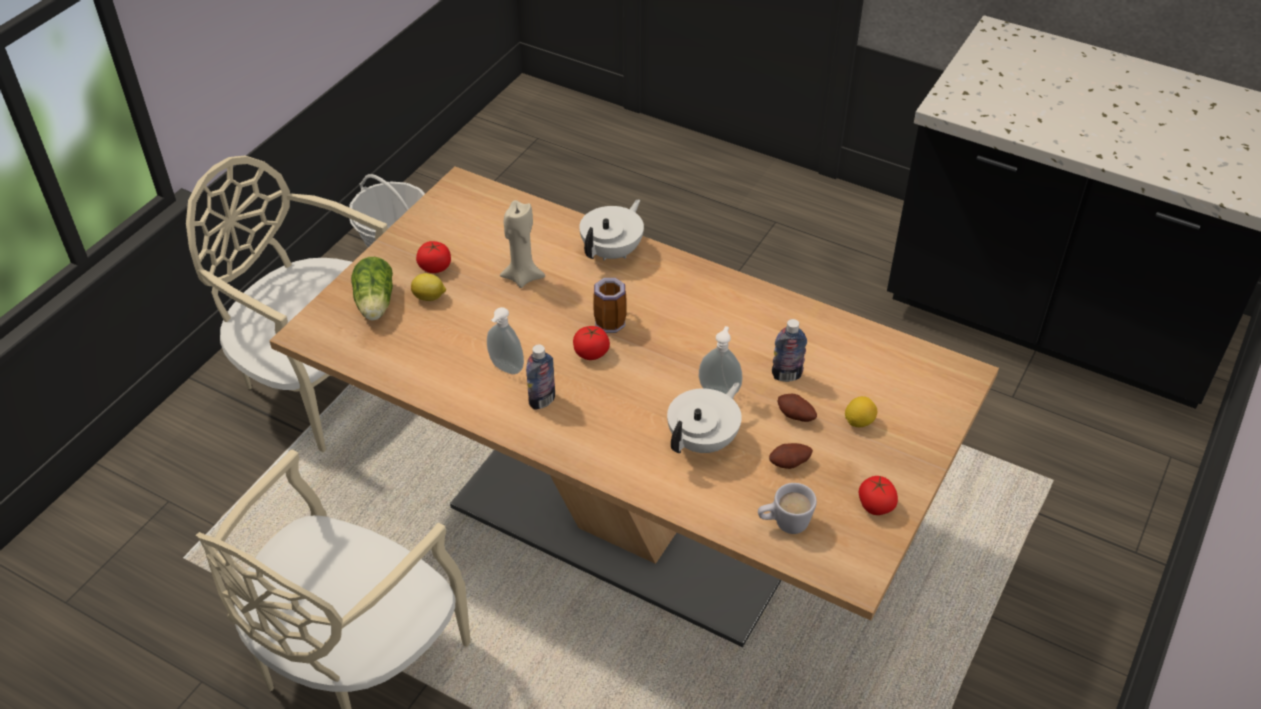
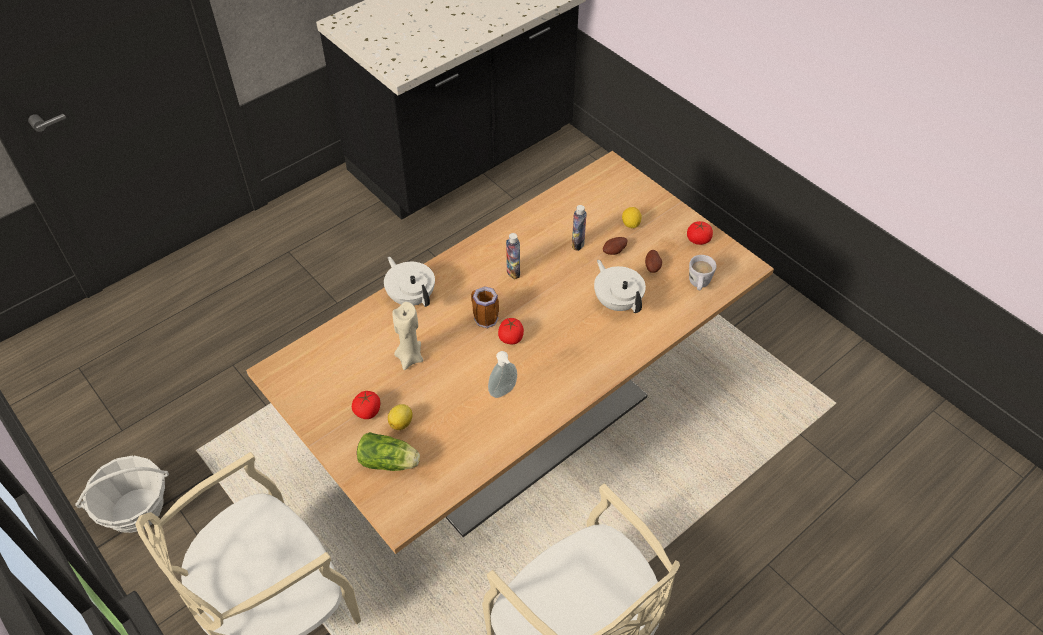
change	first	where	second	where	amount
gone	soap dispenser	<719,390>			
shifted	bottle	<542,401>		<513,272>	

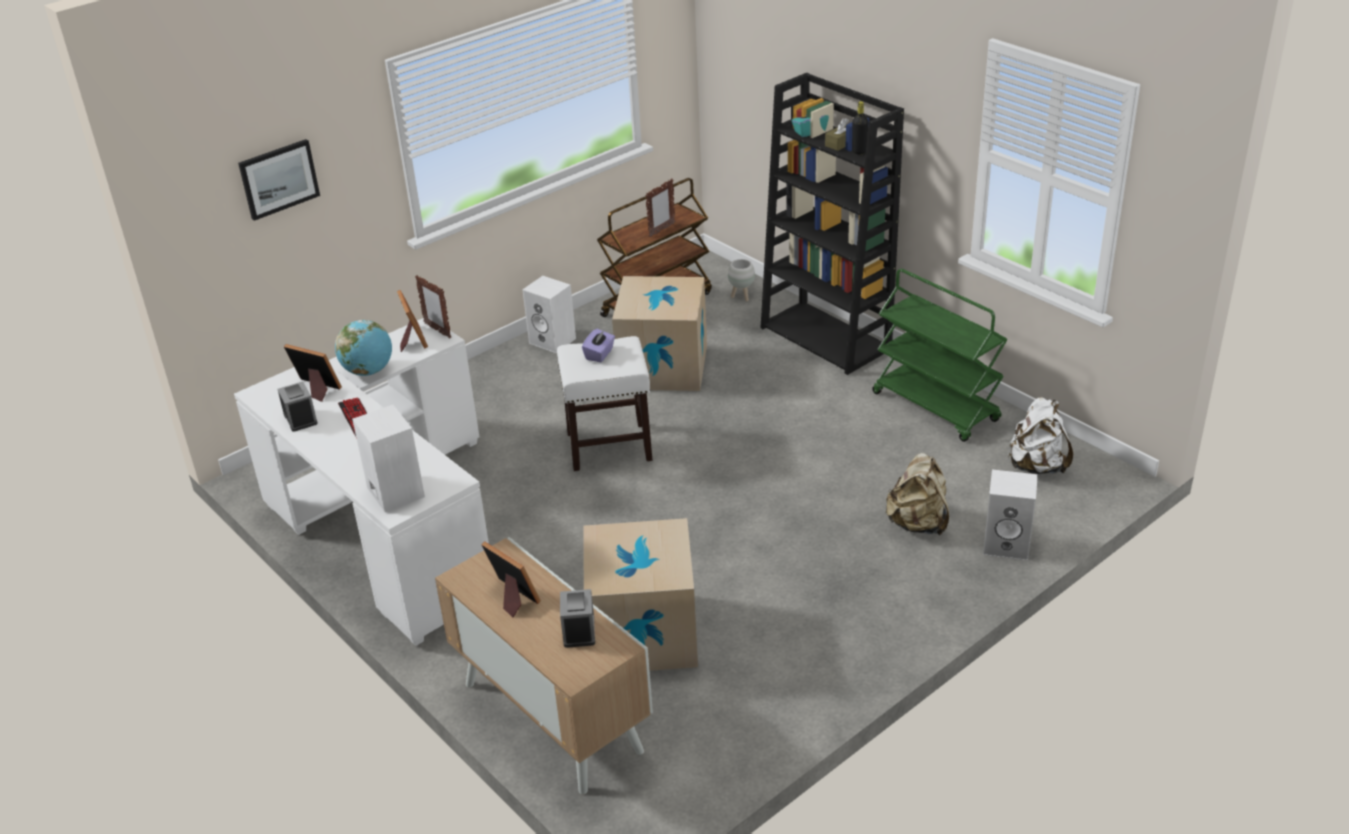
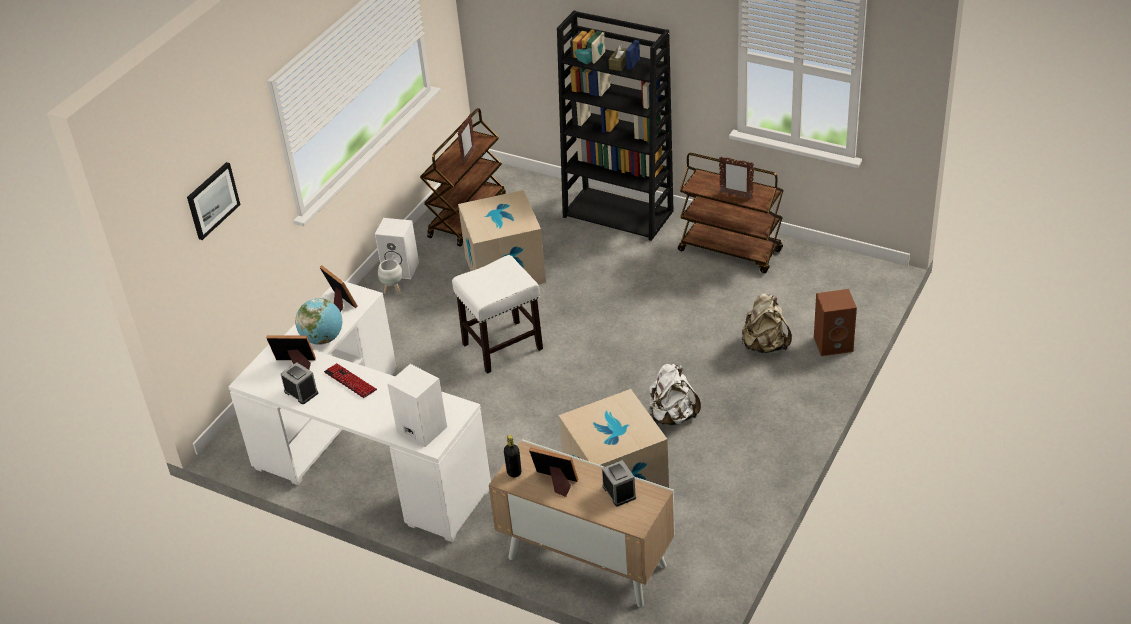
change	first	where	second	where	amount
shifted	bottle (black)	<859,151>		<514,472>	
shifted	planter (white)	<742,297>		<393,291>	
repainted	cart (green)	<936,407>	cart (brown)	<731,250>	
shifted	picture frame	<437,330>		<736,195>	
gone	tissue box (purple)	<599,354>			
shifted	backpack (white)	<1036,466>		<672,416>	
repainted	speaker (white)	<1008,544>	speaker (brown)	<834,343>	

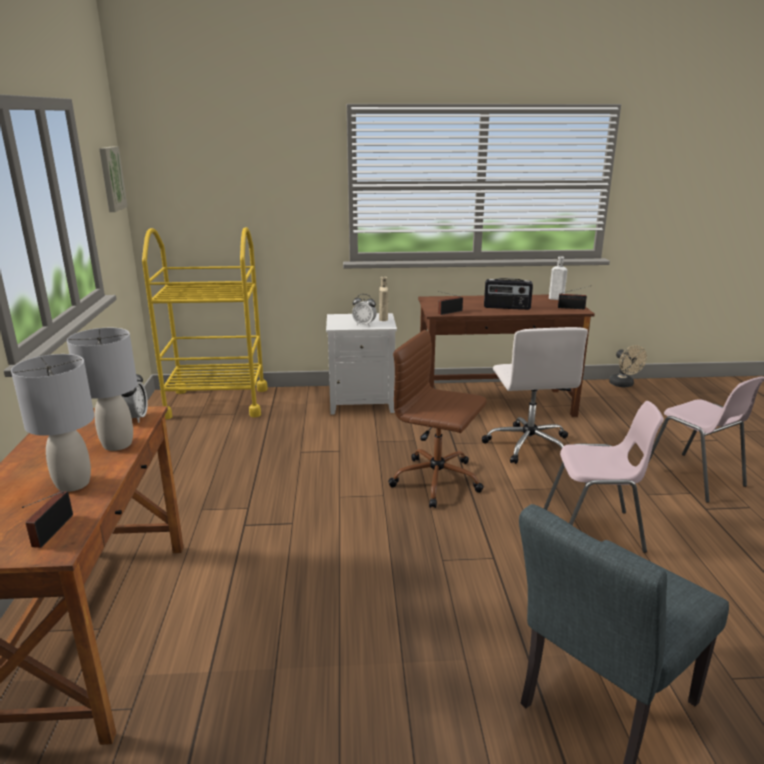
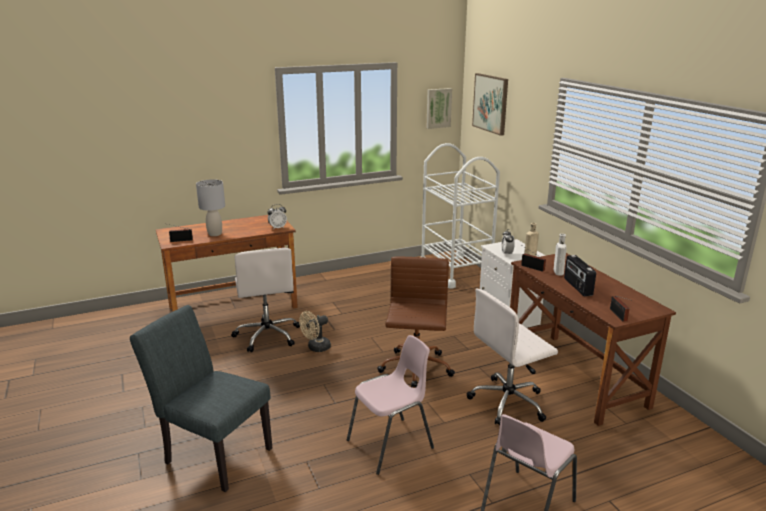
change	first	where	second	where	amount
repainted	cart (yellow)	<216,403>	cart (white)	<455,271>	
shifted	bottle (white)	<555,298>		<558,272>	
gone	table lamp (grey)	<117,444>			
shifted	fan (beige)	<624,385>		<316,348>	
rotated	chair (pink)	<594,531>		<391,445>	105 degrees counterclockwise
new			picture	<491,103>	
new			office chair (white)	<267,335>	

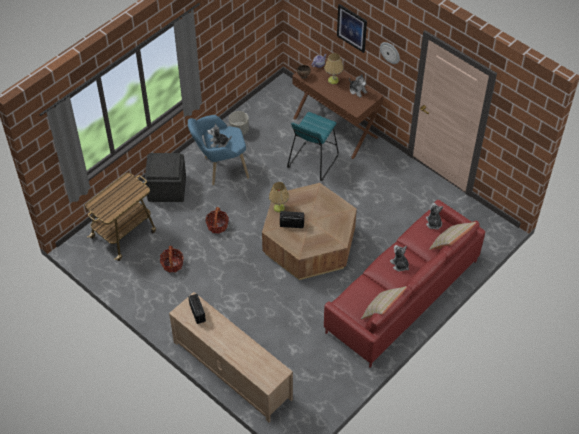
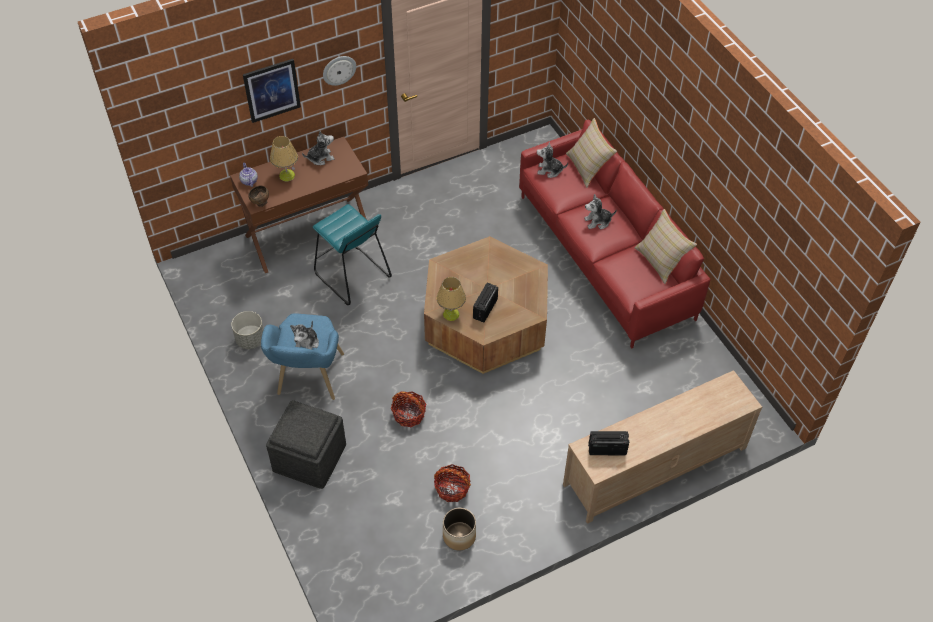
change	first	where	second	where	amount
gone	cart	<124,234>			
new			planter	<459,536>	

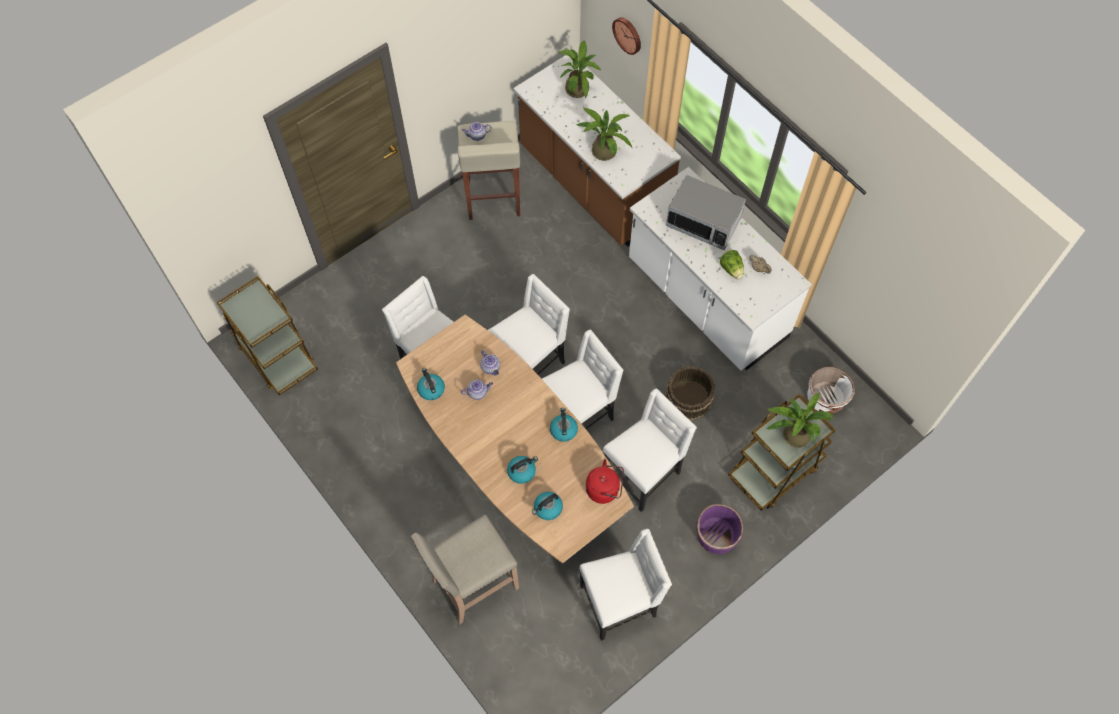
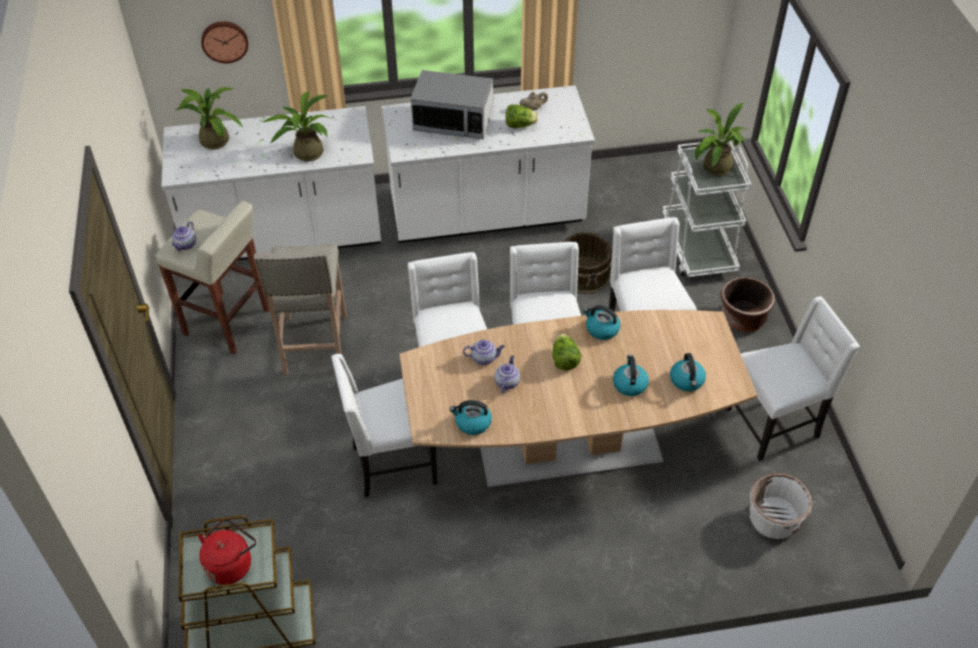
change	first	where	second	where	amount
repainted	counter (brown)	<592,183>	counter (white)	<285,237>	
rotated	microwave	<703,223>		<453,122>	45 degrees clockwise
shifted	planter (white)	<825,398>		<773,520>	
repainted	cart (brown)	<774,470>	cart (white)	<698,248>	
shifted	kettle (red)	<605,489>		<231,564>	
repainted	planter (purple)	<716,536>	planter (brown)	<742,318>	
shifted	stool (beige)	<473,584>		<314,346>	
rotated	chair (white)	<620,601>		<774,424>	60 degrees clockwise
new			lettuce	<564,360>	

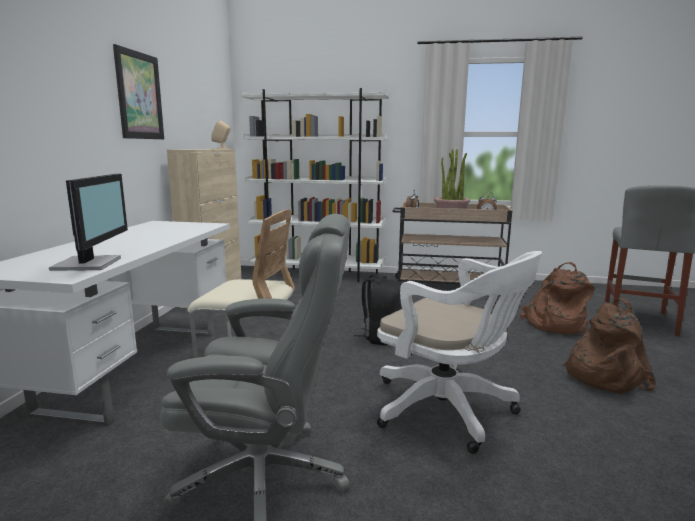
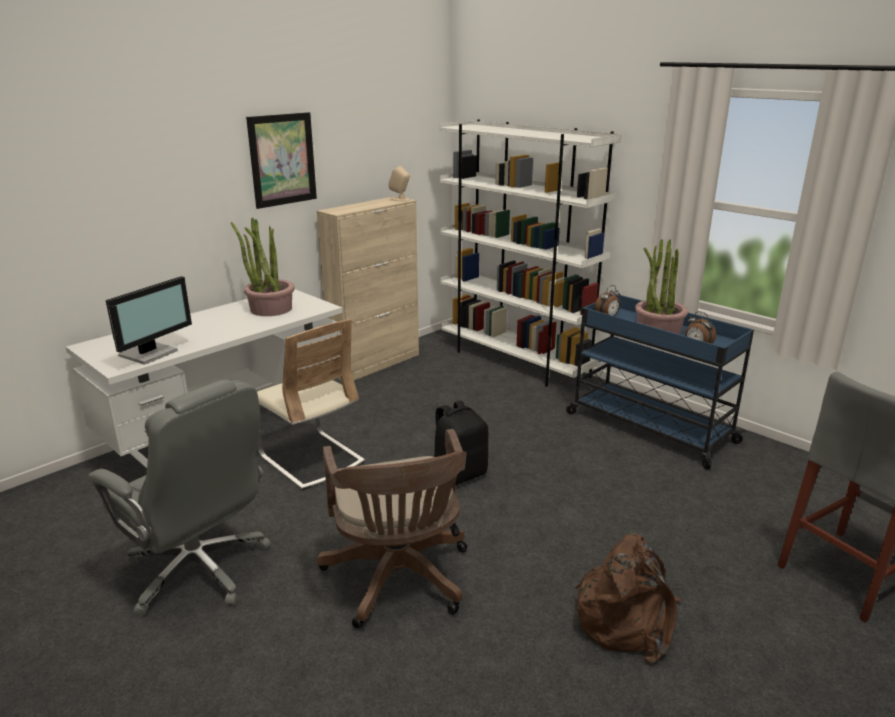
change	first	where	second	where	amount
repainted	cart (beige)	<447,287>	cart (blue)	<648,427>	
repainted	office chair (white)	<449,411>	office chair (brown)	<399,581>	
gone	backpack (brown)	<554,324>			
new			potted plant	<270,309>	

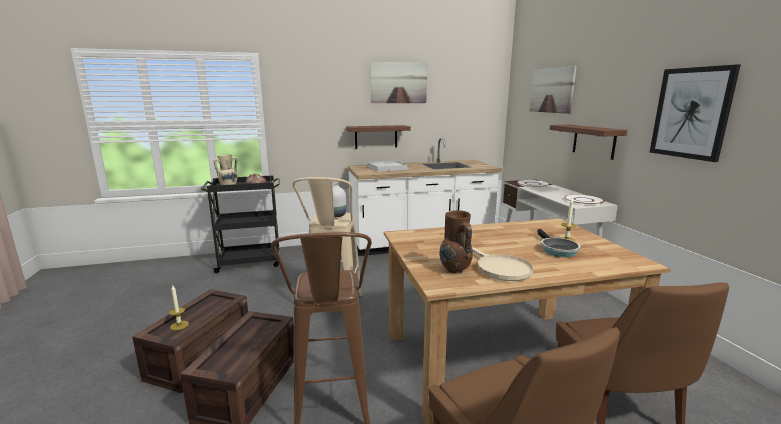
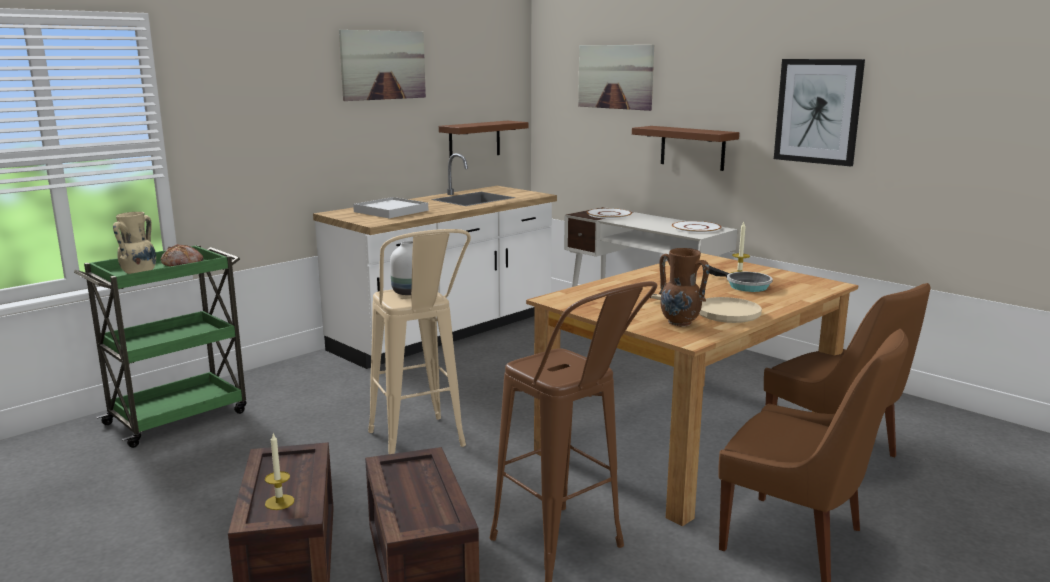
change	first	where	second	where	amount
shifted	shelf (brown)	<376,137>		<474,140>	
repainted	cart (black)	<251,262>	cart (green)	<179,417>	

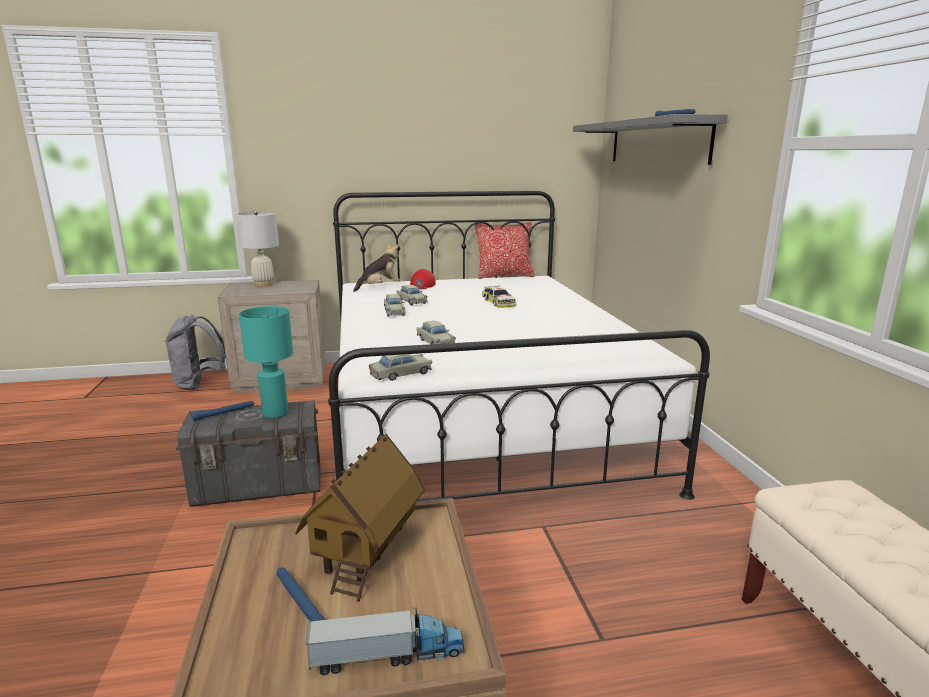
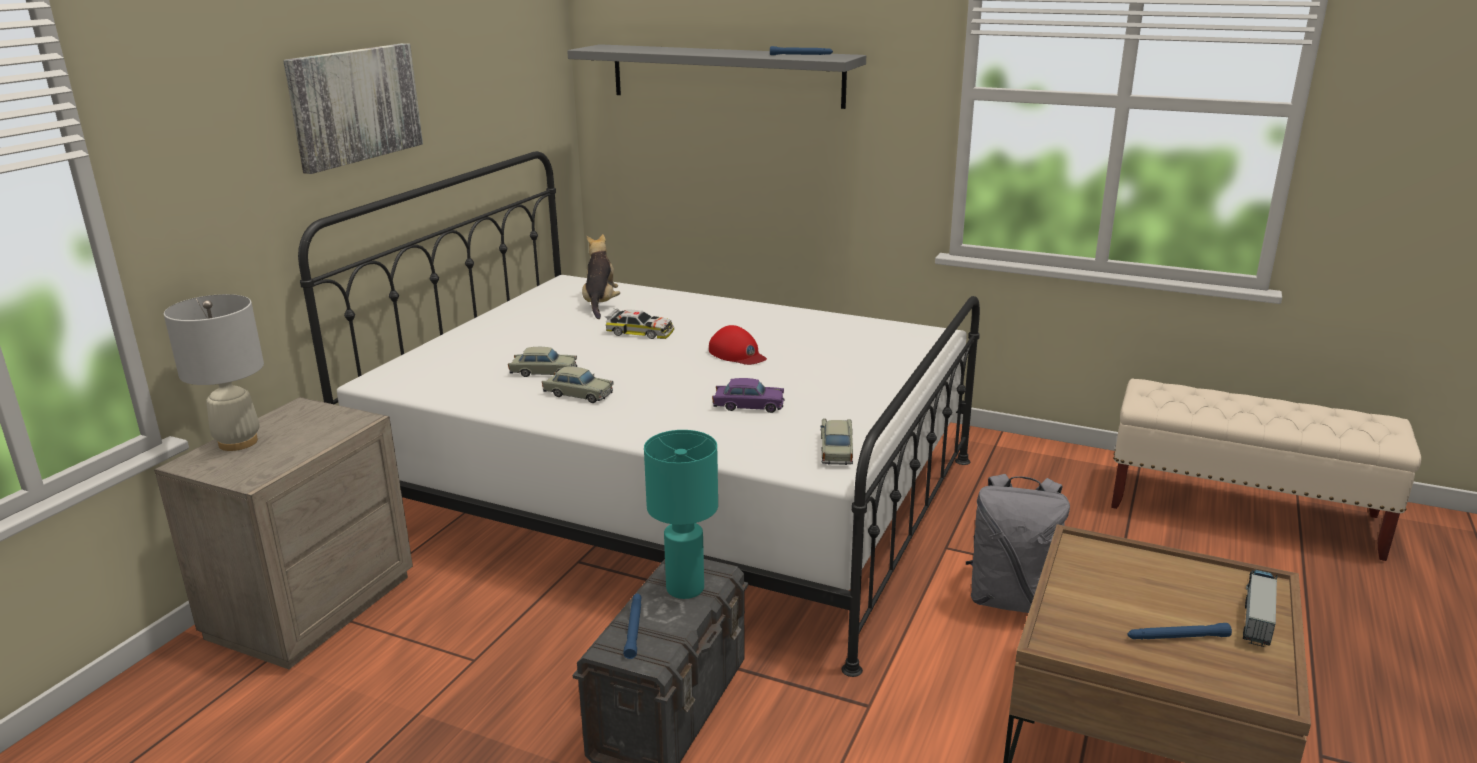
change	first	where	second	where	amount
gone	pillow	<504,276>			
shifted	plush toy	<379,287>		<600,304>	
shifted	cap (red)	<422,285>		<737,354>	
shifted	backpack (grey)	<199,384>		<1012,599>	
repainted	toy car (beige)	<435,342>	toy car (purple)	<748,406>	
gone	toy house	<366,551>			
new			picture	<354,105>	

